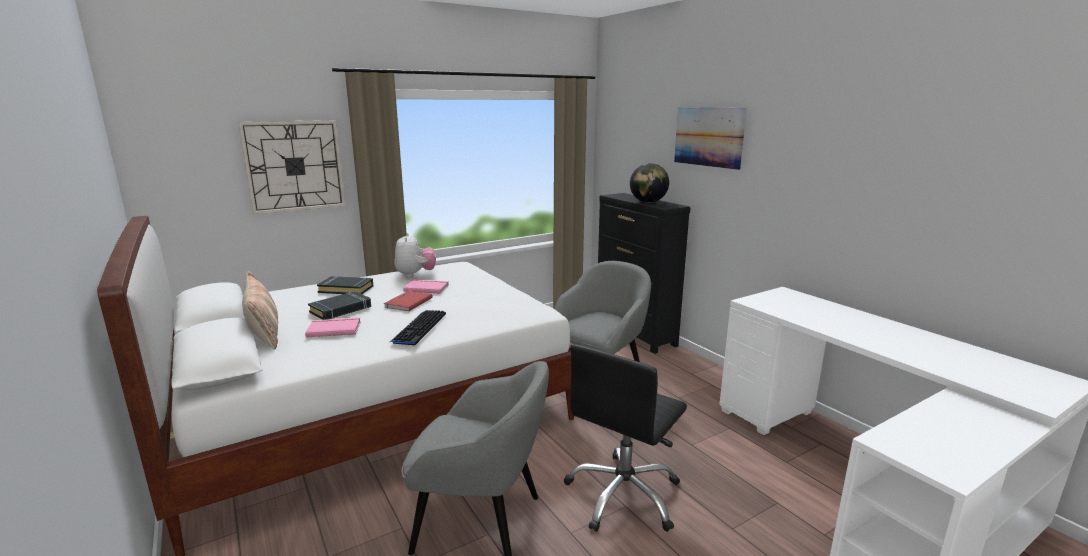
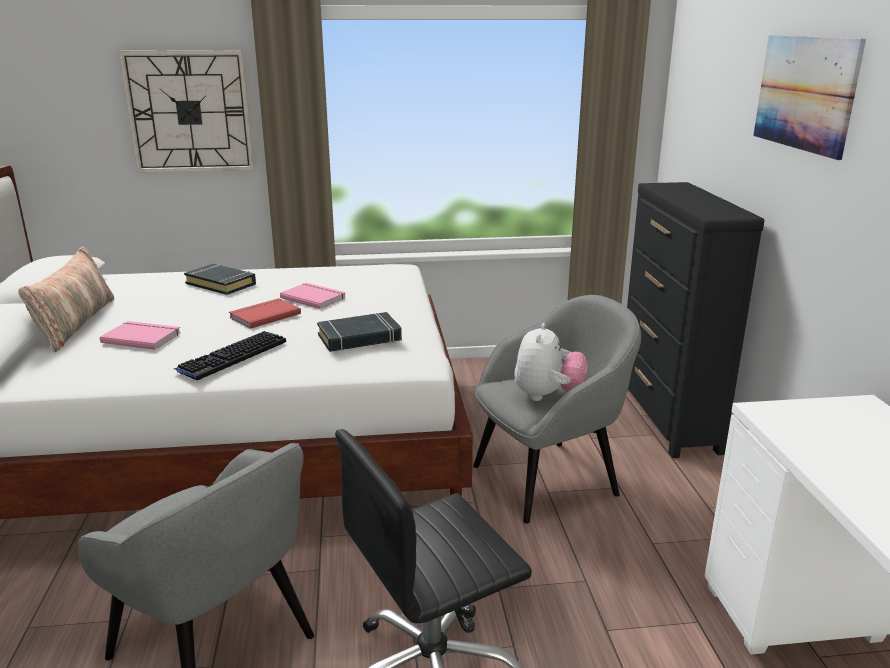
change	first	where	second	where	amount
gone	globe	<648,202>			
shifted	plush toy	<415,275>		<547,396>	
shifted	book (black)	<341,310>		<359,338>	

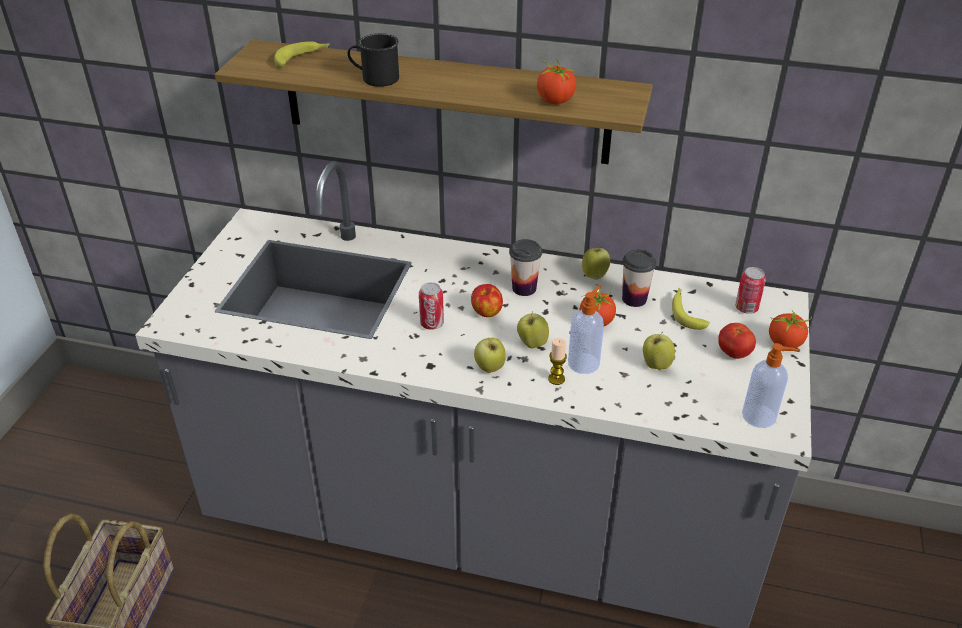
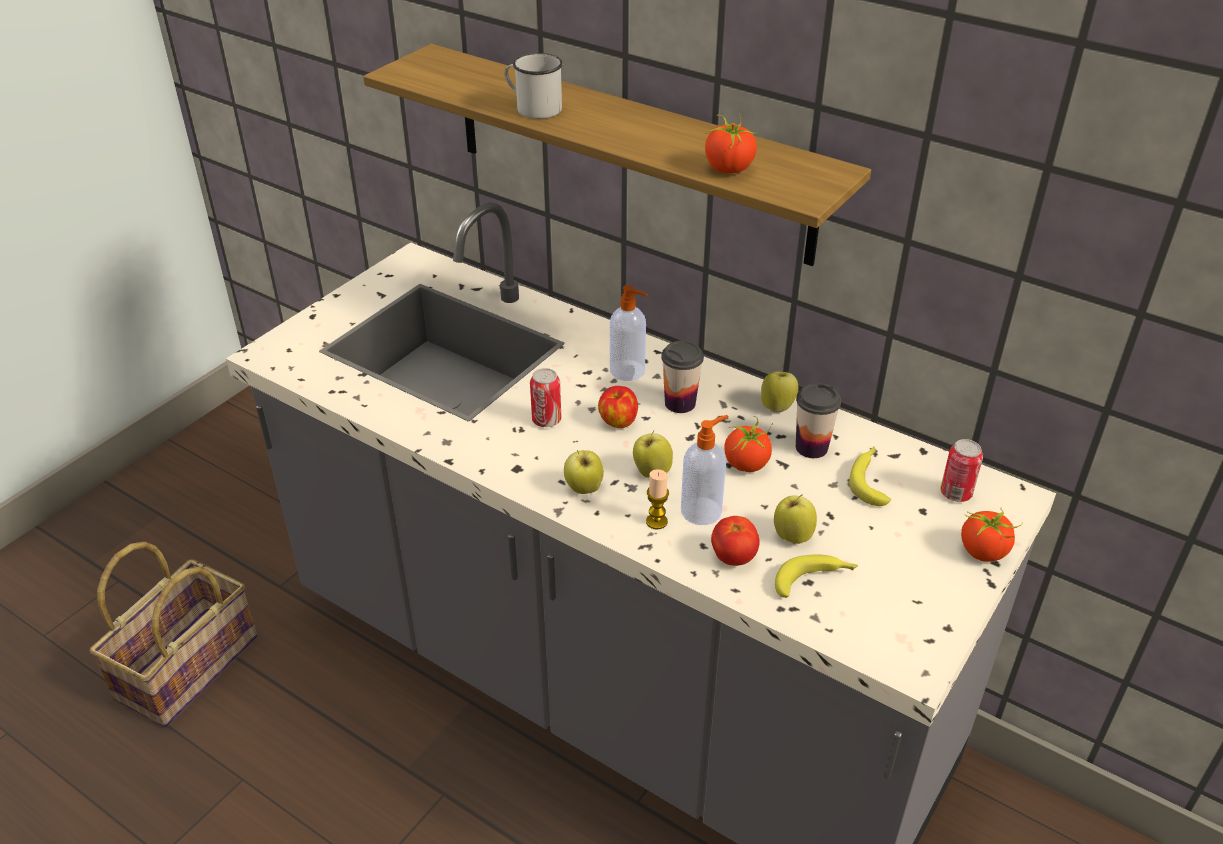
change	first	where	second	where	amount
repainted	mug (black)	<375,78>	mug (white)	<533,108>	
shifted	banana	<302,58>		<815,580>	
shifted	tomato	<734,353>		<733,557>	
shifted	soap dispenser	<760,416>		<628,371>	

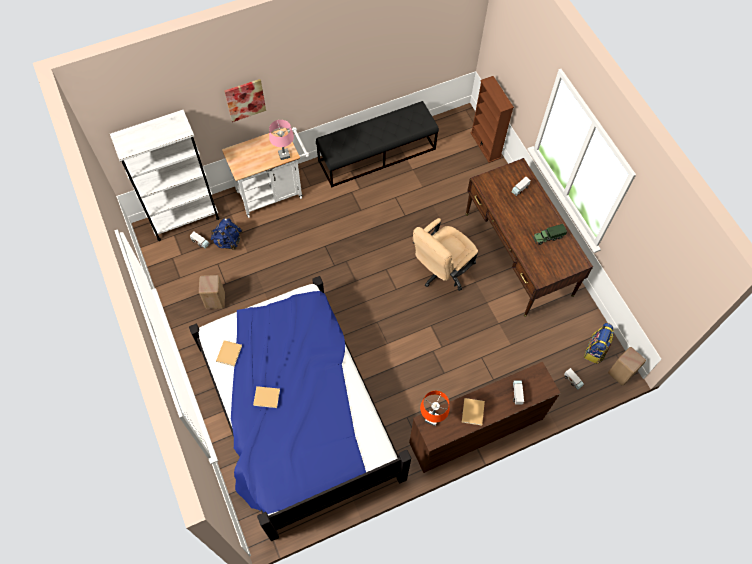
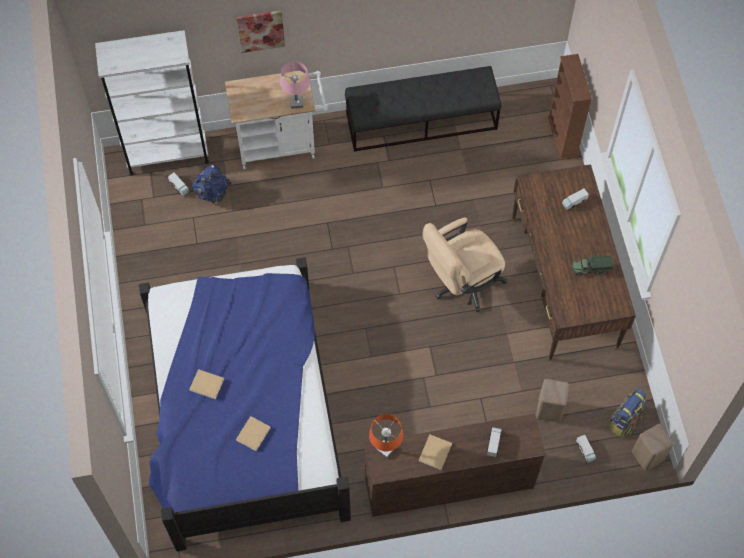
change	first	where	second	where	amount
shifted	stool (beige)	<216,300>		<550,409>	
shifted	book (beige)	<229,353>		<254,433>	

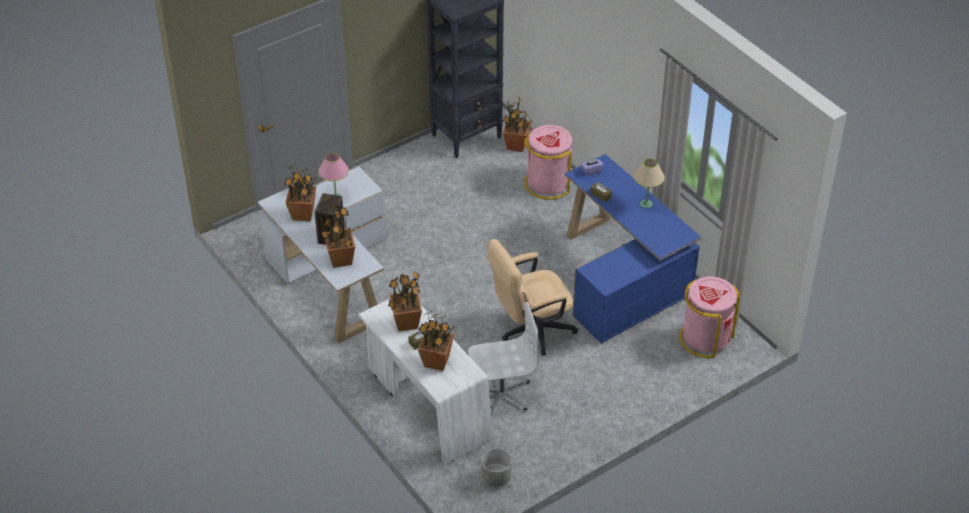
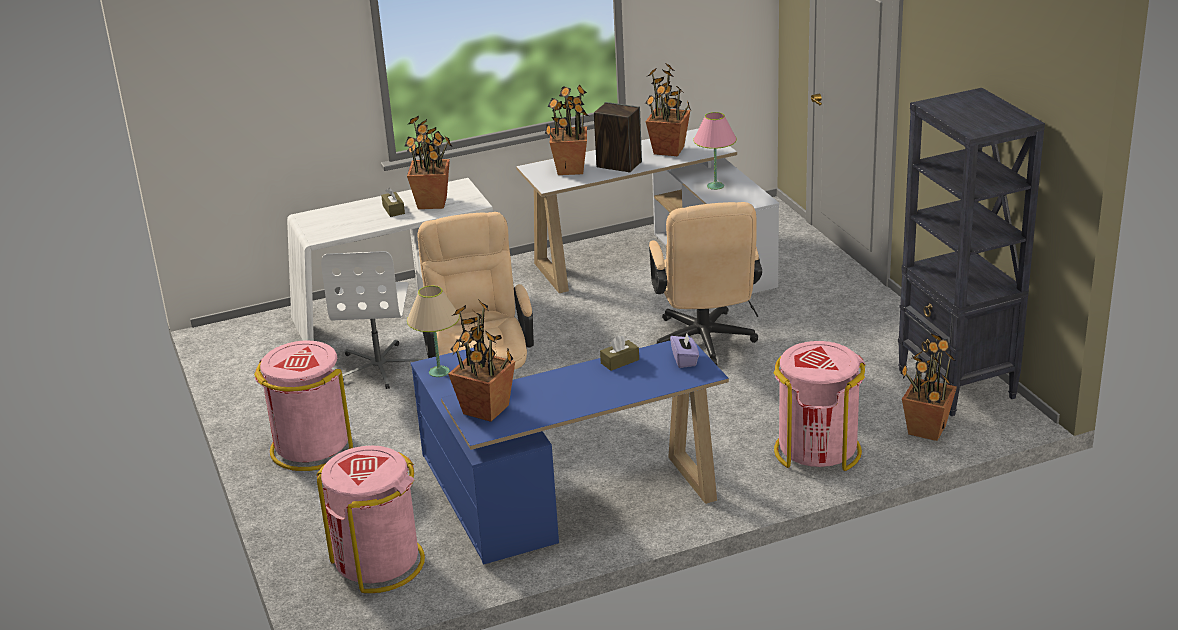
change	first	where	second	where	amount
shifted	table lamp (beige)	<646,204>		<439,372>	
shifted	potted plant	<437,361>		<485,410>	
gone	planter (grey)	<496,478>			
new			office chair (beige)	<705,344>	
new			trash can (pink)	<311,448>	

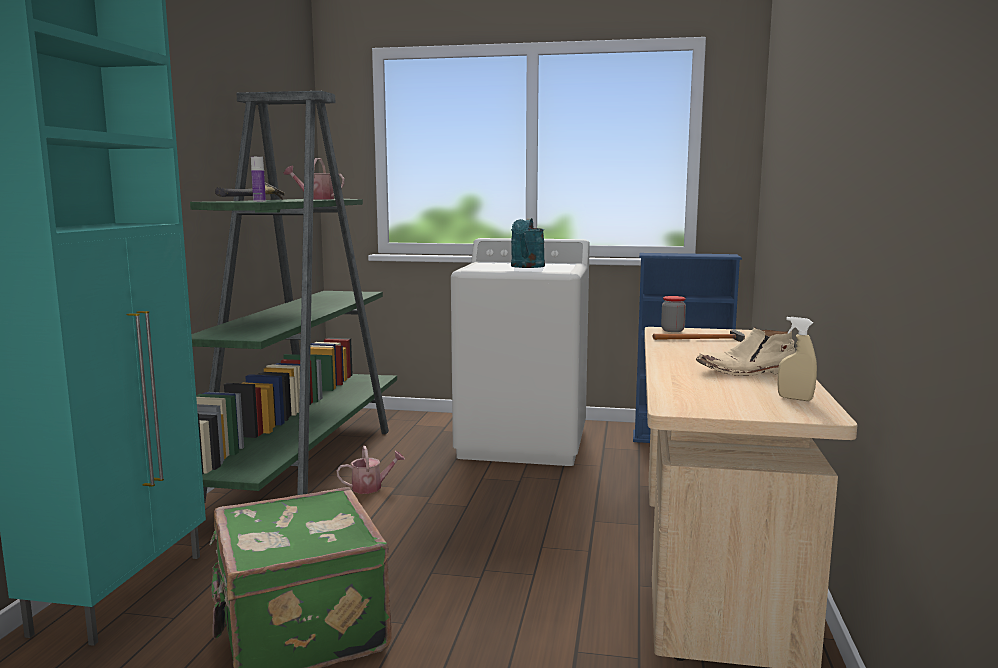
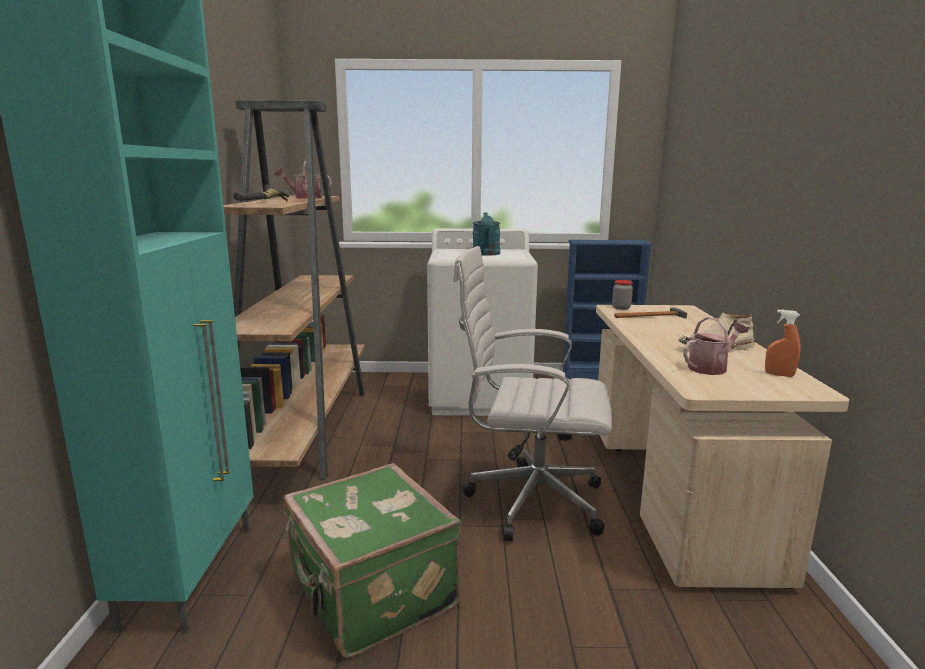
change	first	where	second	where	amount
repainted	bookcase (green)	<305,463>	bookcase (brown)	<305,427>	
gone	bottle	<259,201>			
repainted	spray bottle (beige)	<795,398>	spray bottle (orange)	<779,375>	
shifted	watering can	<371,487>		<711,368>	
new			office chair (white)	<528,501>	

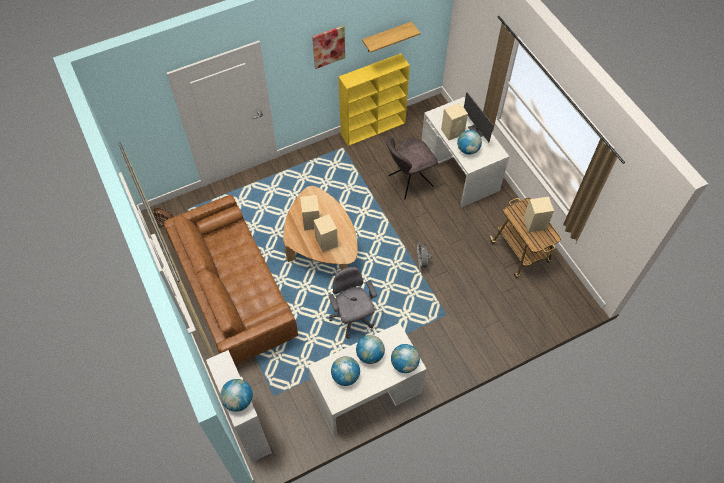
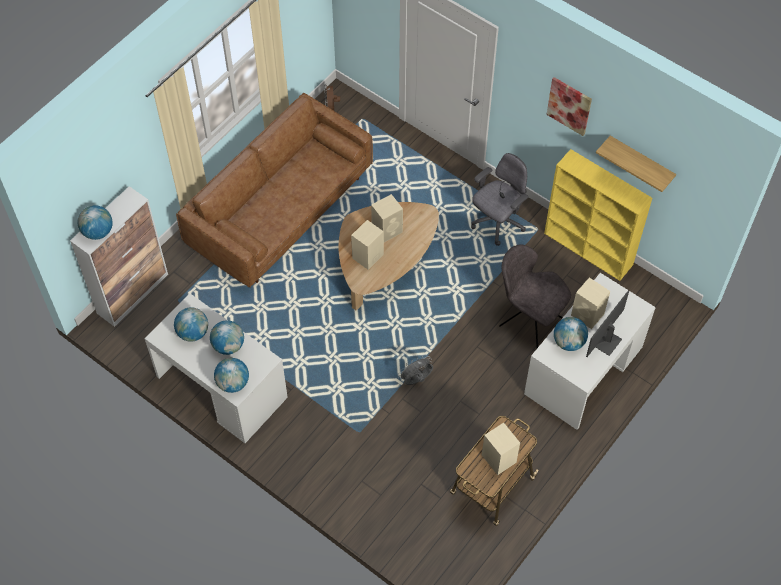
change	first	where	second	where	amount
shifted	office chair (grey)	<352,318>		<497,222>	

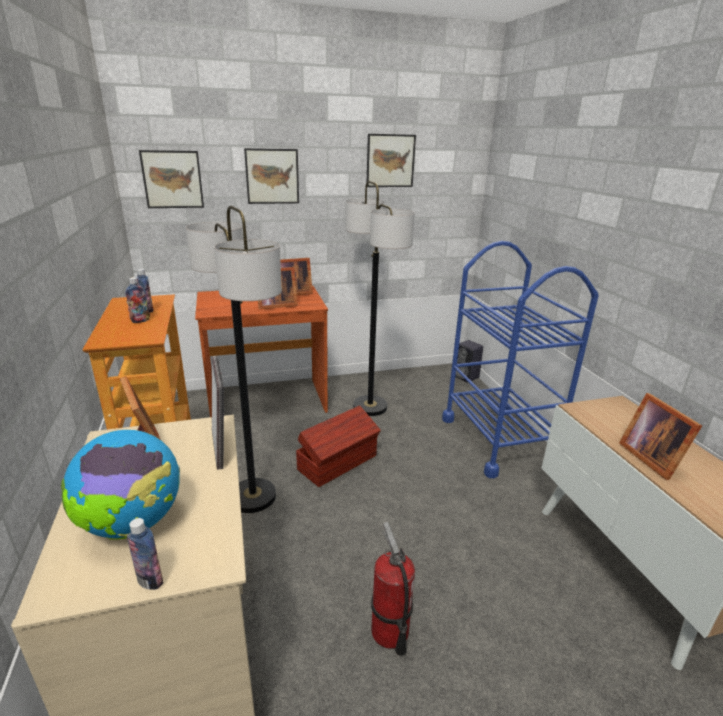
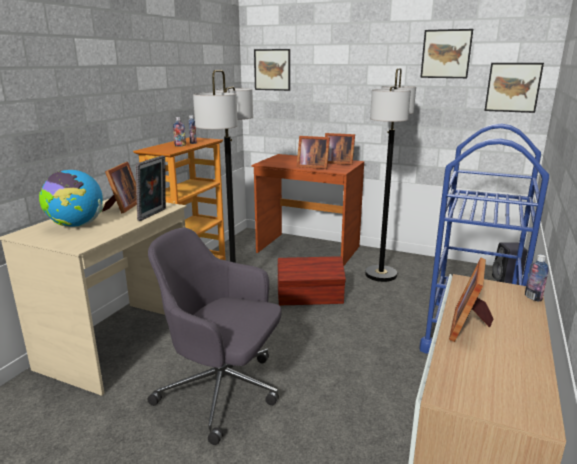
change	first	where	second	where	amount
shifted	picture	<272,176>		<513,87>	
shifted	bottle	<150,581>		<533,297>	
swapped	fire extinguisher	<389,632>	office chair (grey)	<223,391>	

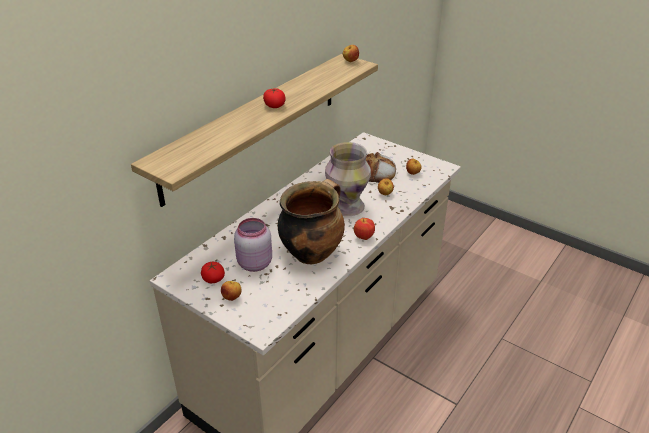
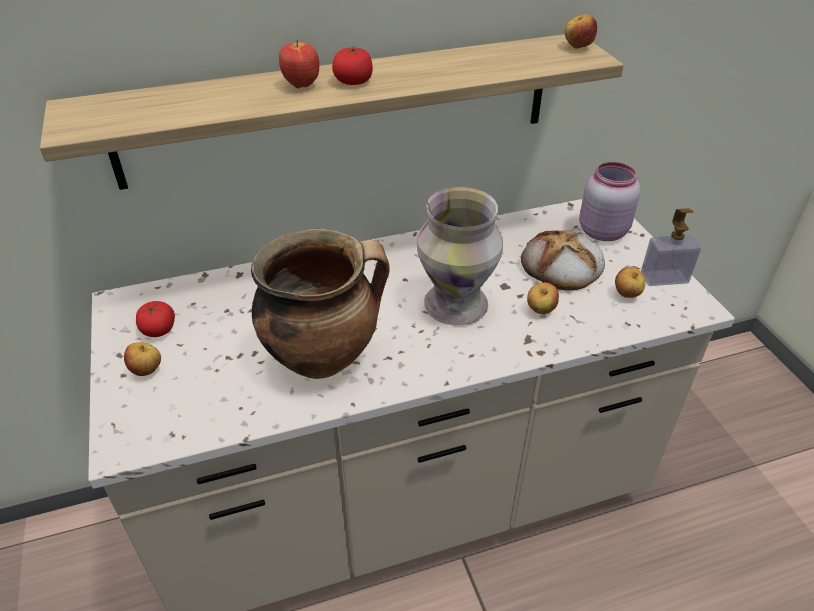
change	first	where	second	where	amount
shifted	jar (pink)	<253,263>		<601,231>	
shifted	apple	<363,237>		<301,85>	
new			soap dispenser	<664,278>	

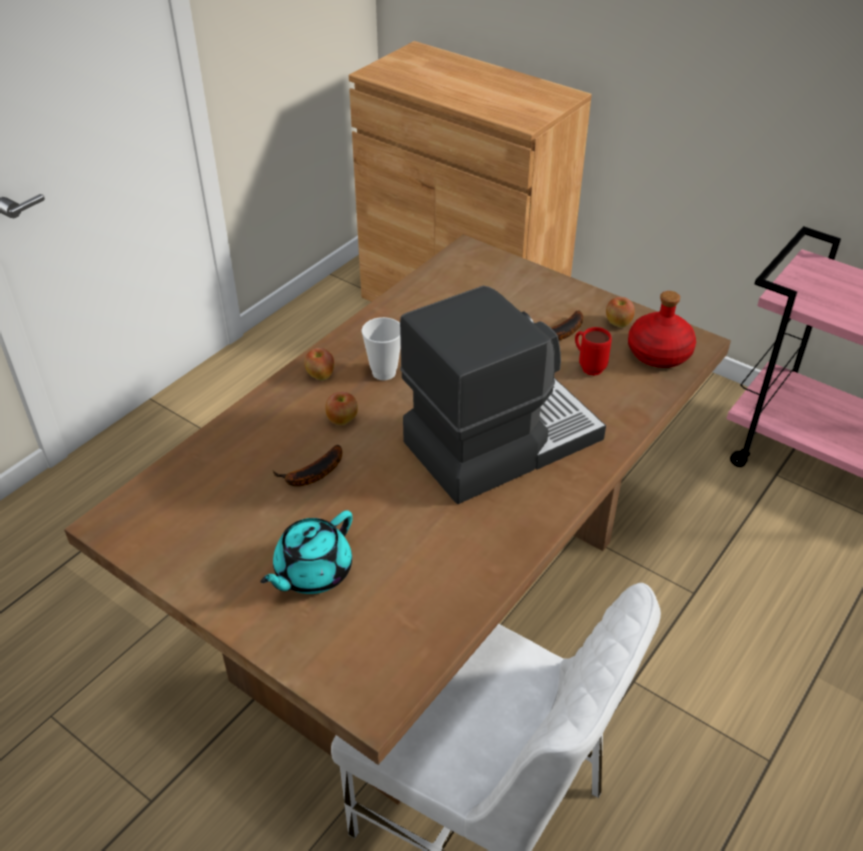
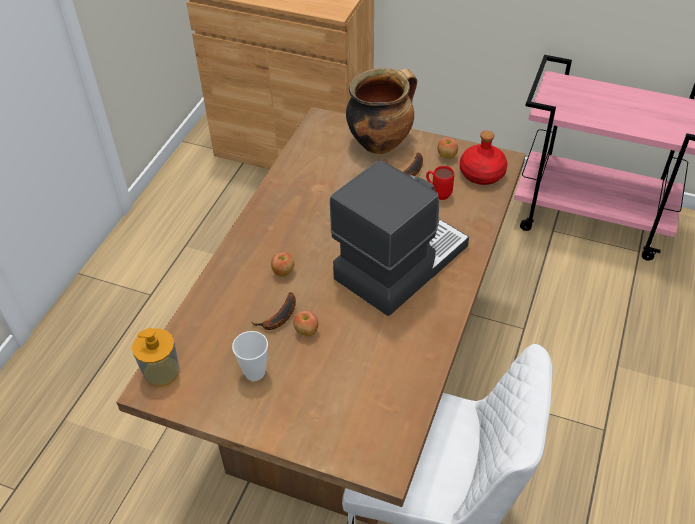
change	first	where	second	where	amount
shifted	cup	<384,372>		<254,372>	
shifted	apple	<320,376>		<306,331>	
gone	teapot (turquoise)	<312,572>			
new			cooking pot	<380,142>	
new			soap dispenser	<161,372>	

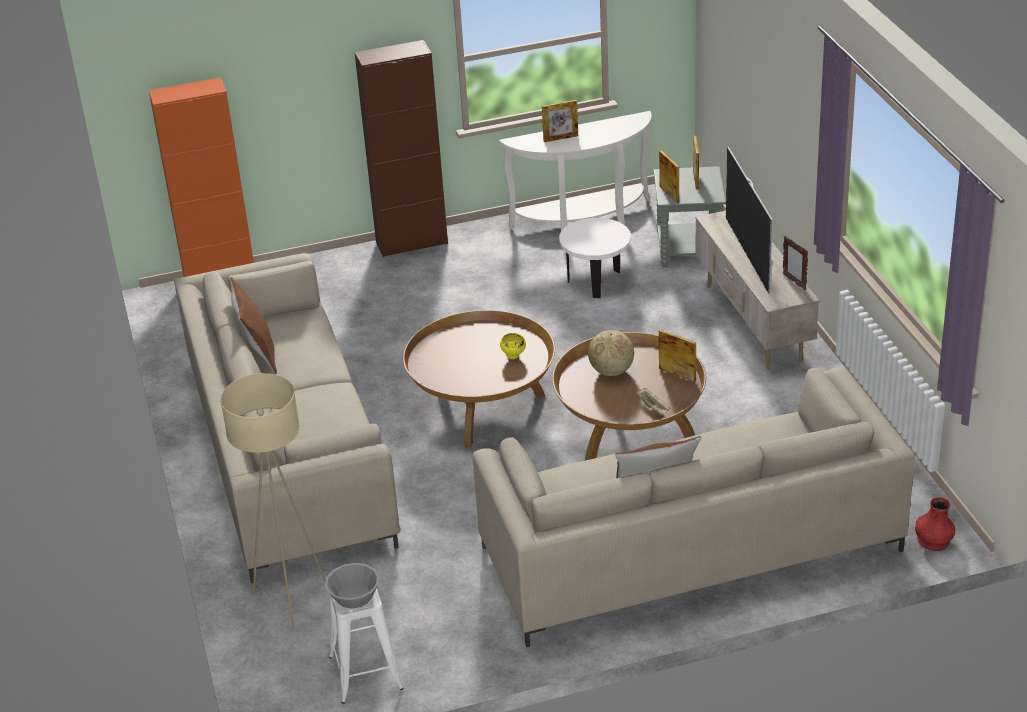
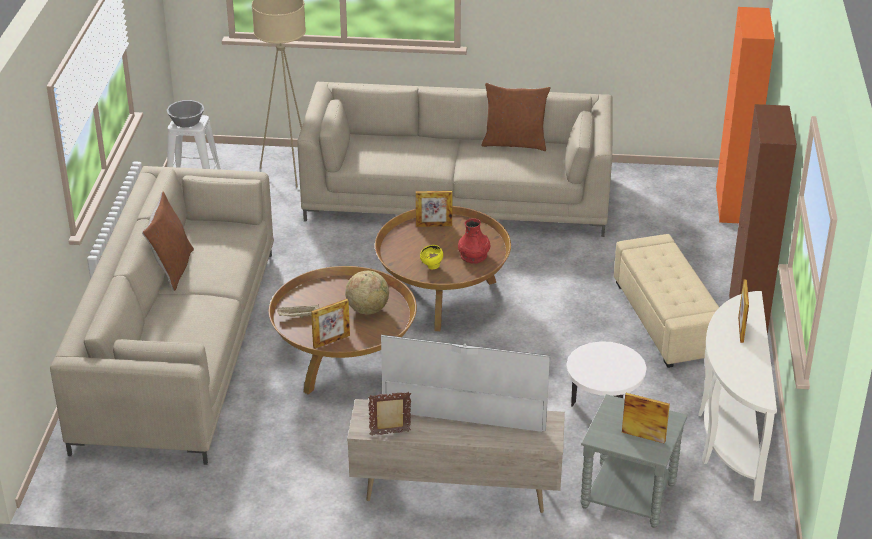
change	first	where	second	where	amount
shifted	picture frame	<669,194>		<434,225>	
shifted	vase (red)	<933,540>		<473,256>	
new			ottoman (beige)	<666,319>	

